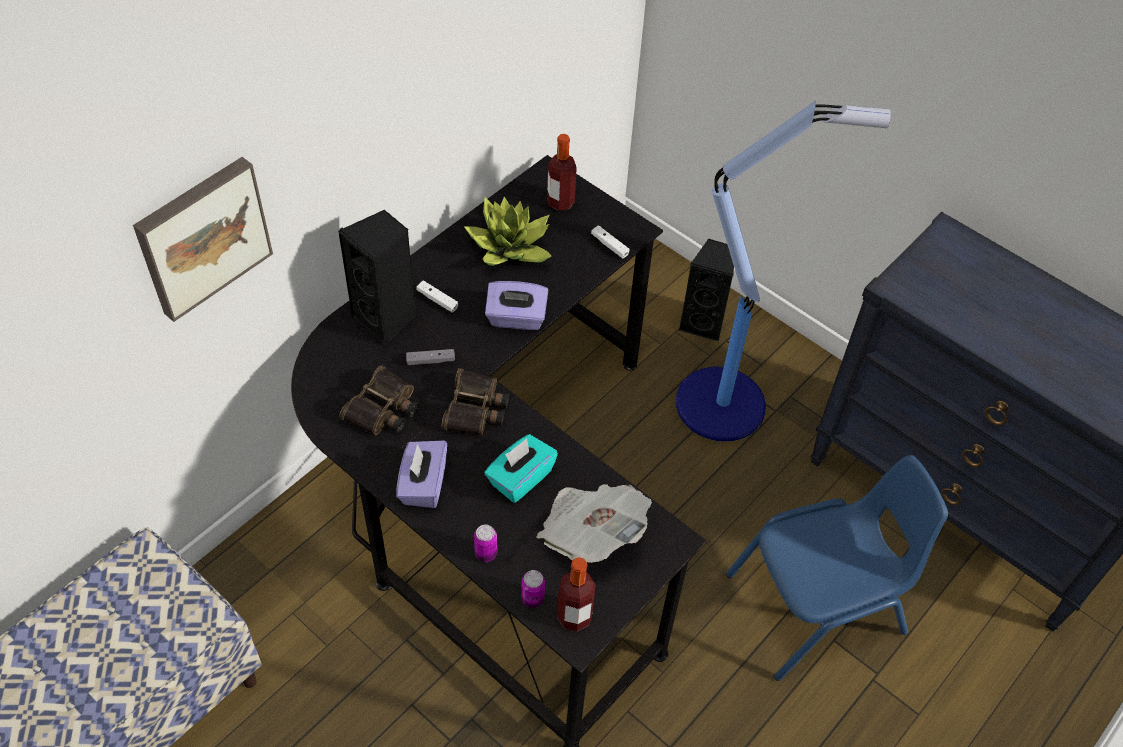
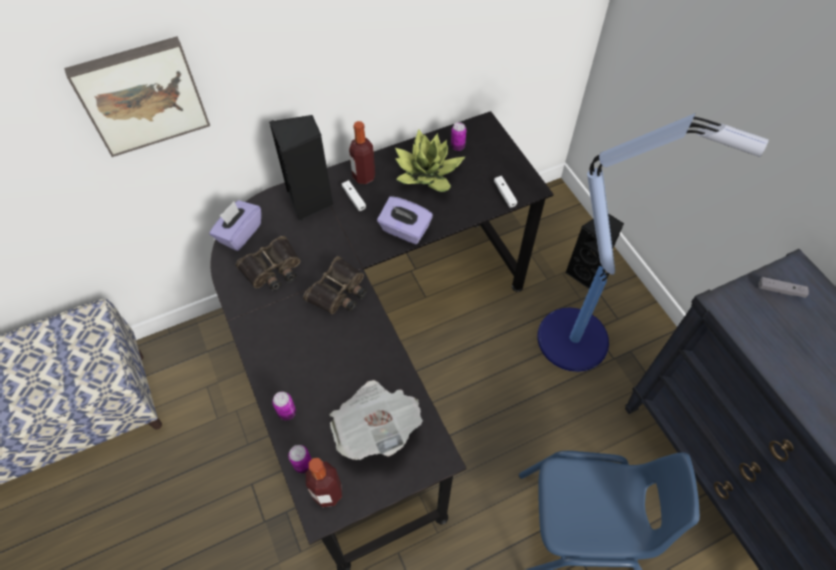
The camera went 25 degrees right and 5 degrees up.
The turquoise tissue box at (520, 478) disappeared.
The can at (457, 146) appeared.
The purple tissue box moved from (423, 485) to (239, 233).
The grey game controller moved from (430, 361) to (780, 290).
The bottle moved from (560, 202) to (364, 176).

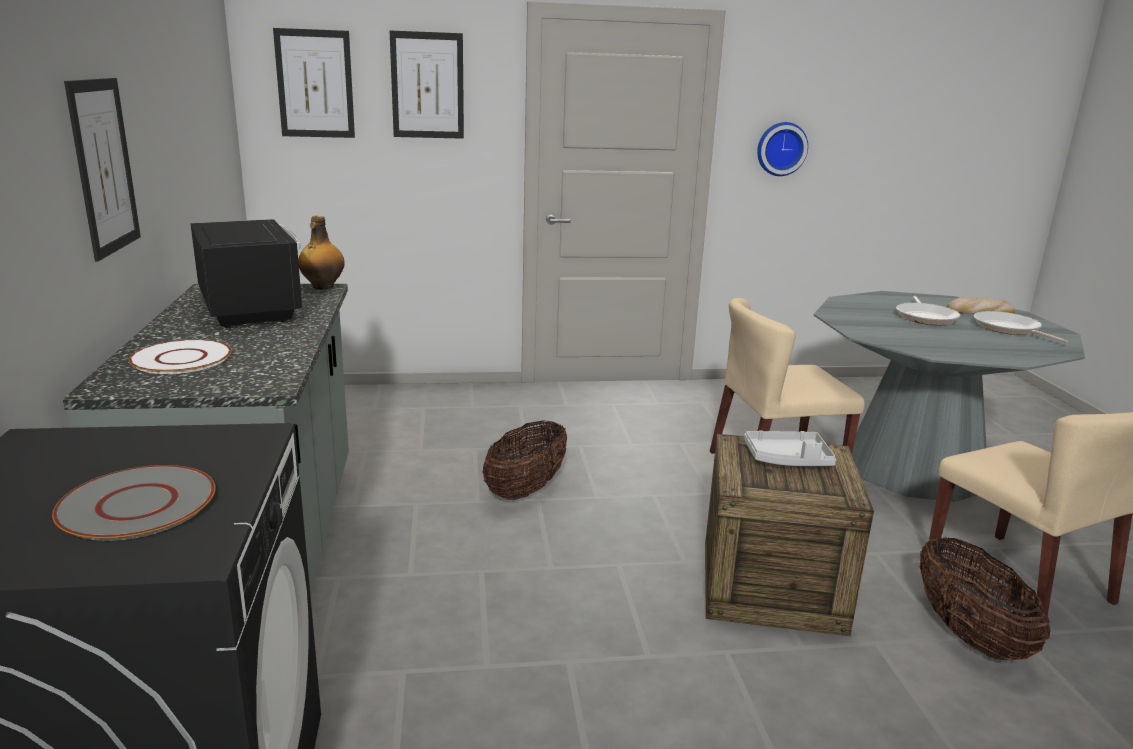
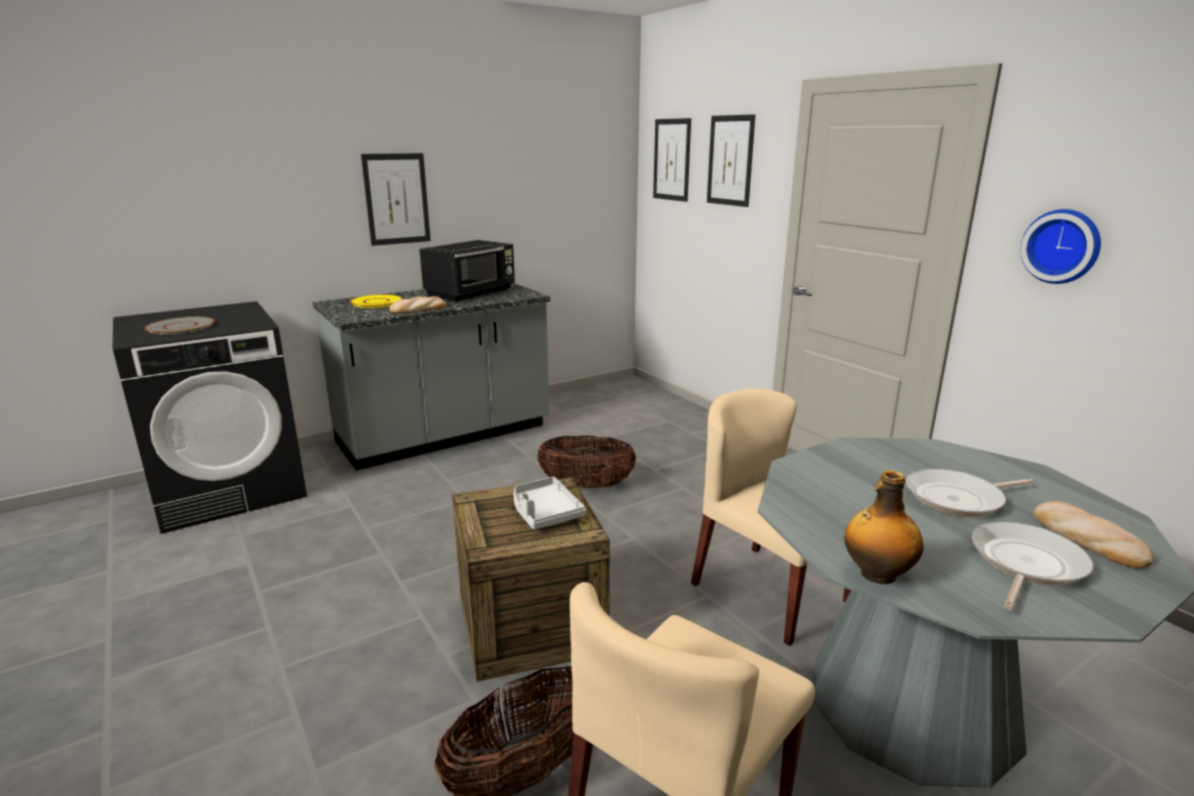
The camera went 65 degrees right and 0 degrees up.
The bread at (418, 309) appeared.
The bottle moved from (322, 287) to (876, 575).
The white plate at (181, 358) became the yellow plate at (376, 302).

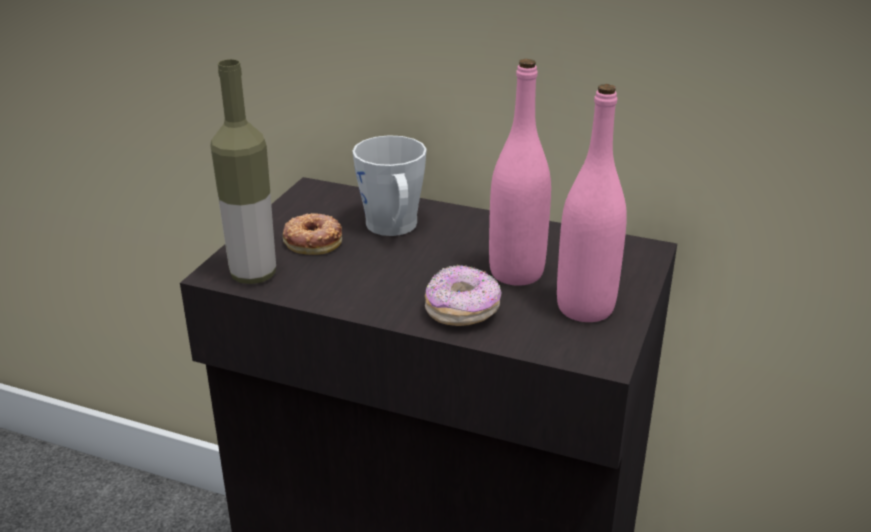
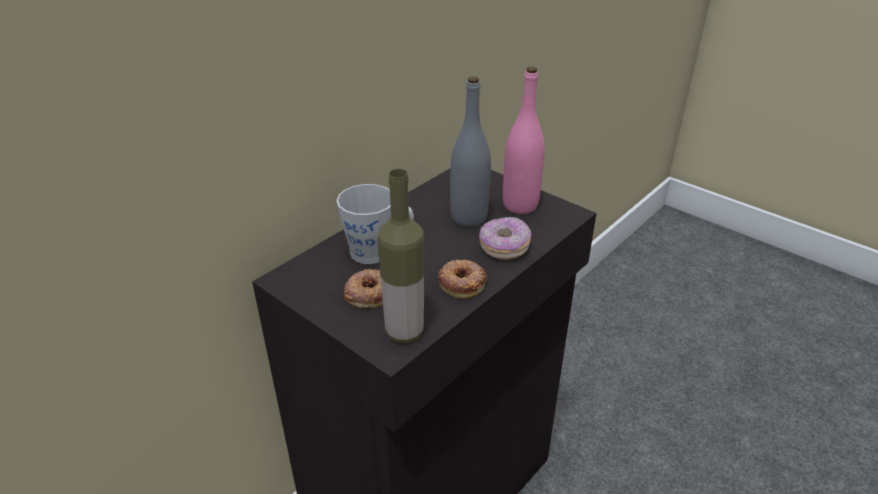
The camera went 70 degrees left and 5 degrees up.
The donut at (462, 282) appeared.
The pink bottle at (516, 273) became the grey bottle at (469, 218).

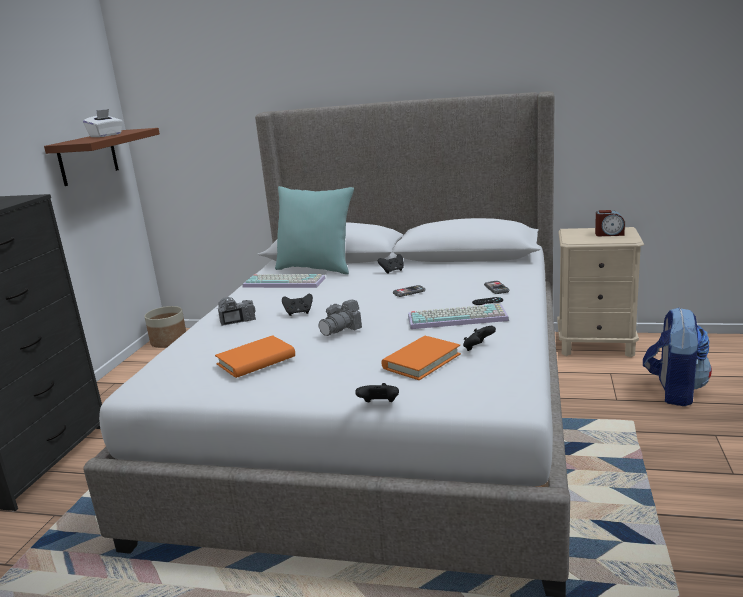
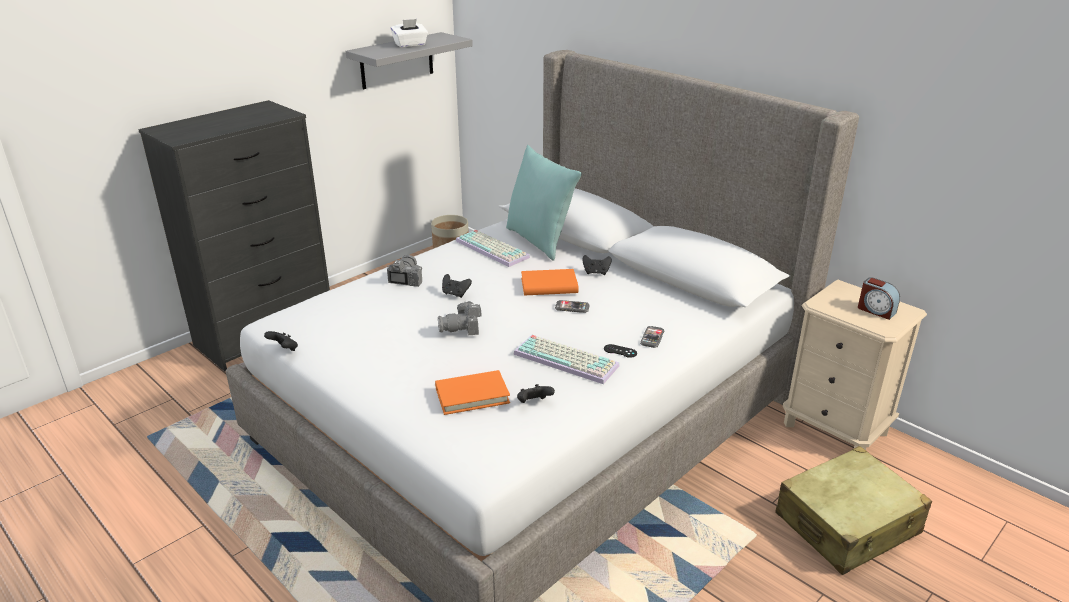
The camera went 30 degrees right and 10 degrees up.
The orange book moved from (256, 360) to (549, 286).
The black game controller moved from (379, 405) to (284, 349).
The backpack at (674, 391) was replaced by the beige suitcase at (847, 524).
The brown shelf at (88, 157) became the grey shelf at (397, 61).

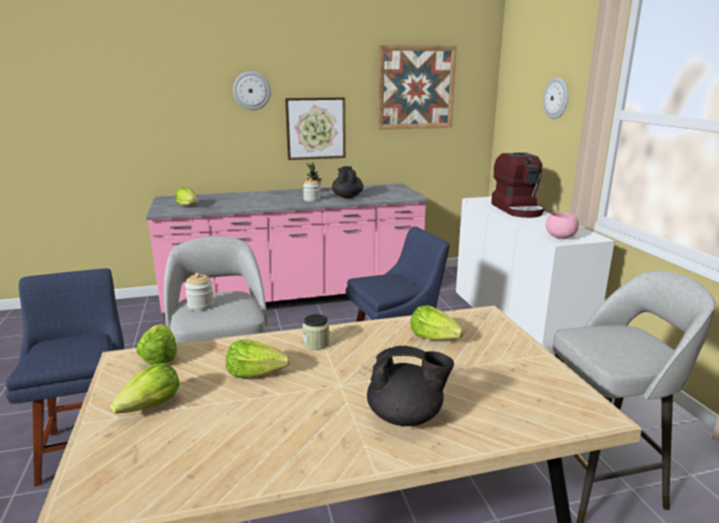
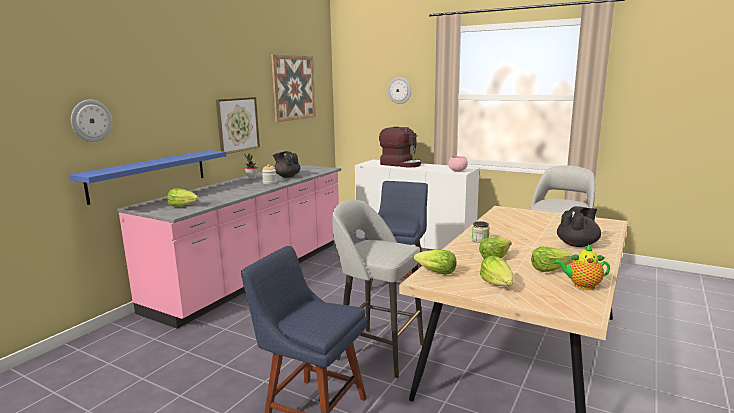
The camera went 45 degrees left and 5 degrees down.
The jar at (201, 305) disappeared.
The blue shelf at (149, 175) appeared.
The teapot at (581, 285) appeared.
The wall clock moved from (251, 90) to (91, 120).
The lettuce moved from (435, 337) to (549, 269).

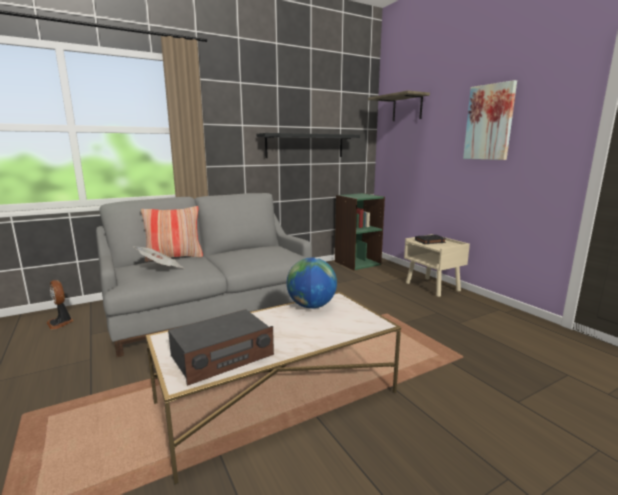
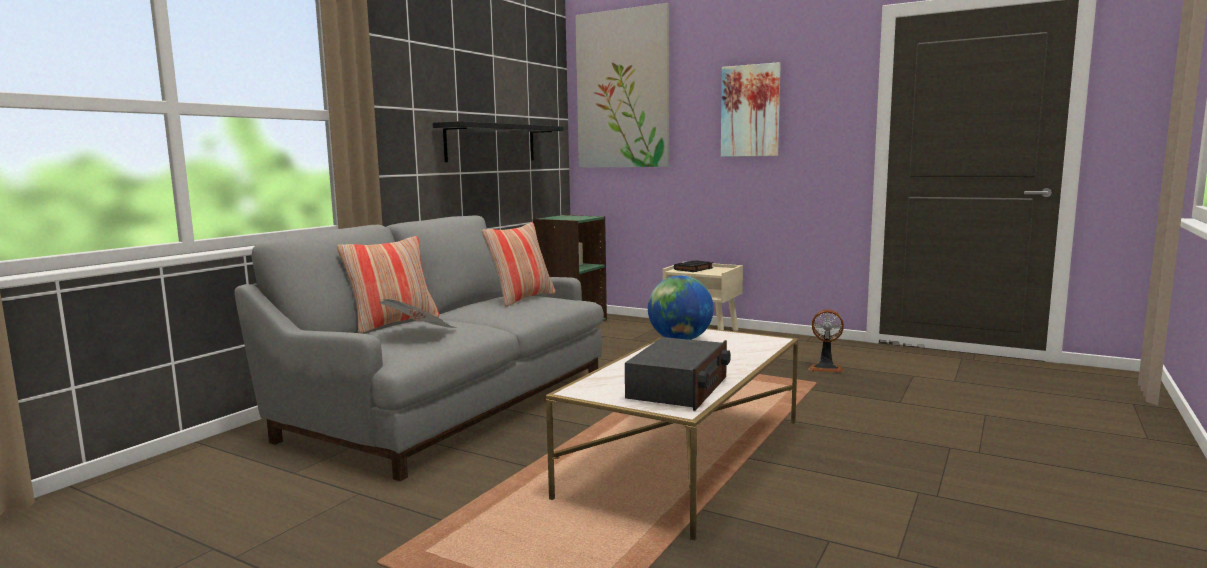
The camera went 30 degrees left and 5 degrees down.
The pillow at (522, 299) appeared.
The fan moved from (61, 323) to (826, 368).
The shelf at (407, 108) was replaced by the picture at (622, 90).

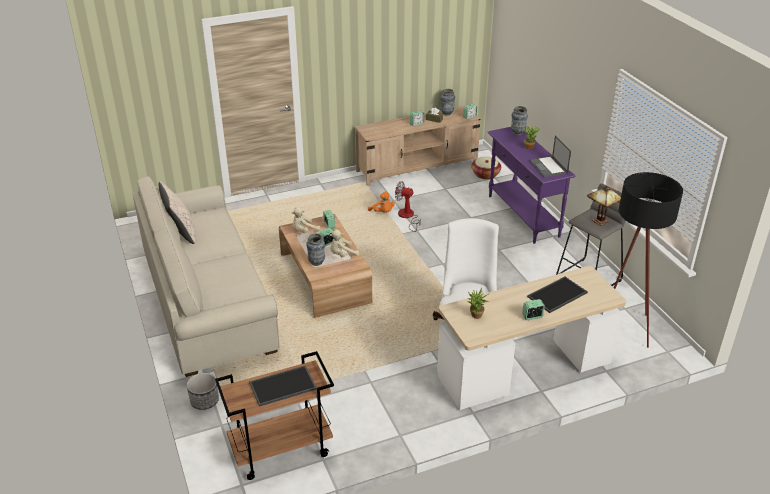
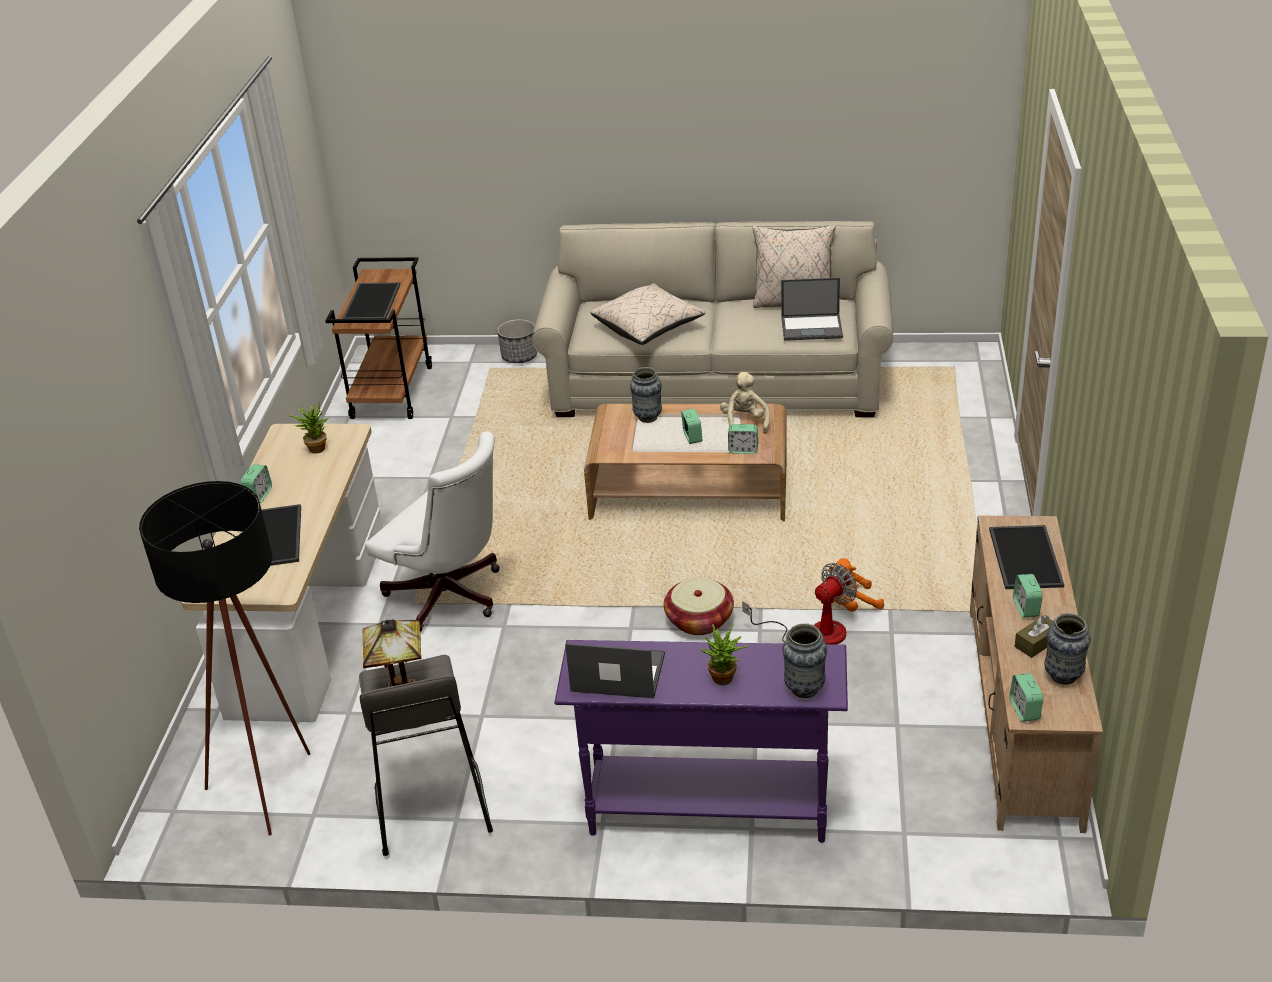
The camera went 120 degrees right and 0 degrees up.
The beige plush toy at (342, 254) disappeared.
The beige pillow at (648, 328) appeared.
The laptop at (812, 327) appeared.
The tray at (1023, 557) appeared.
The basket moved from (485, 174) to (699, 620).

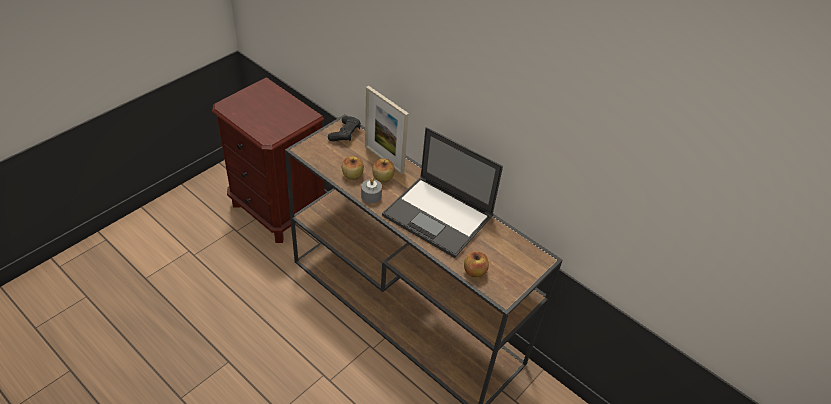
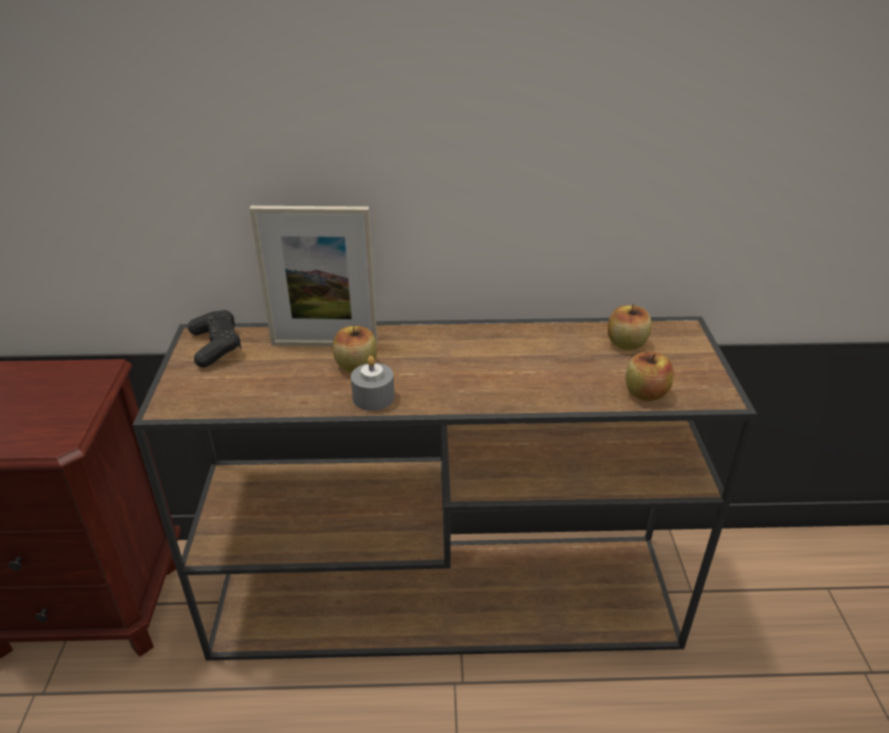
The camera went 40 degrees left and 10 degrees down.
The laptop at (439, 216) disappeared.
The apple moved from (352, 175) to (626, 344).

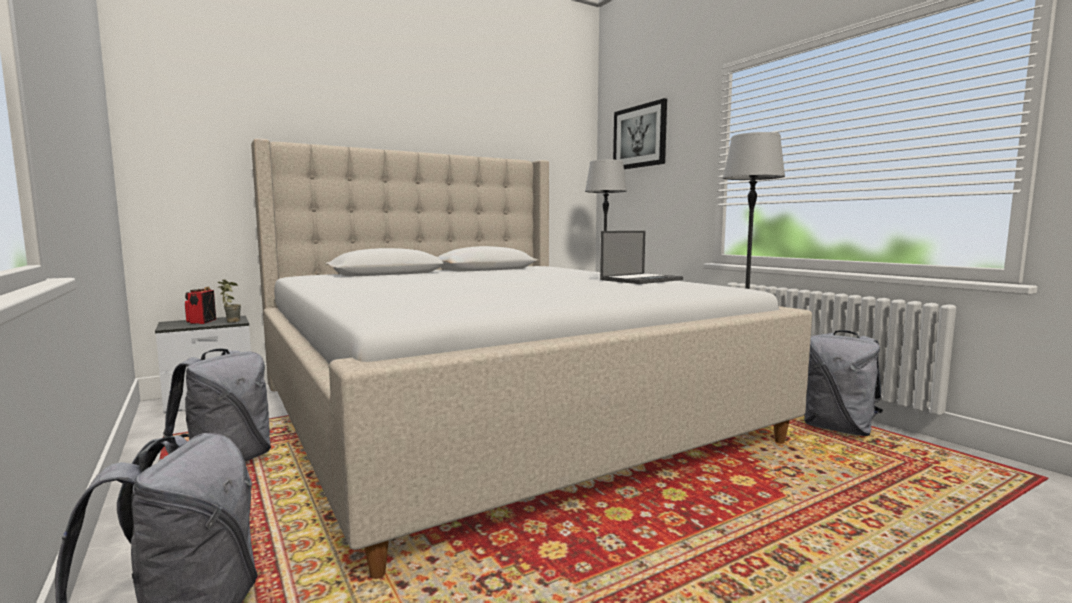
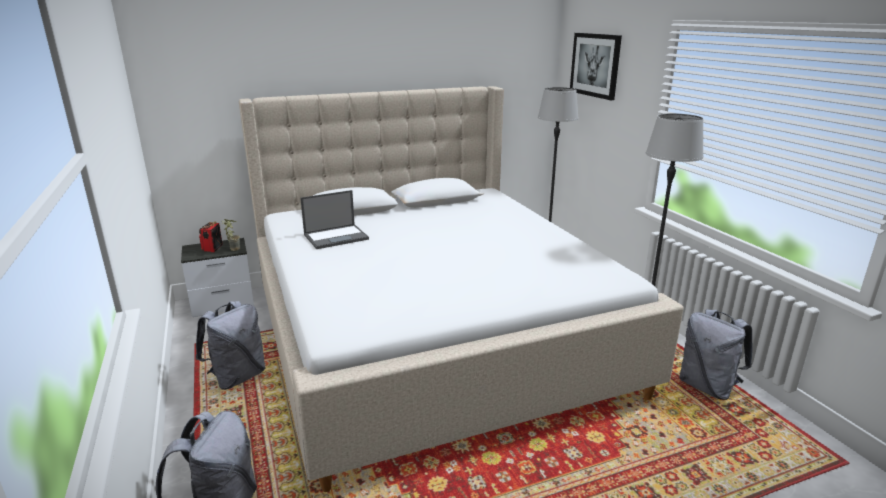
The camera went 10 degrees right and 15 degrees up.
The laptop moved from (641, 280) to (337, 237).

